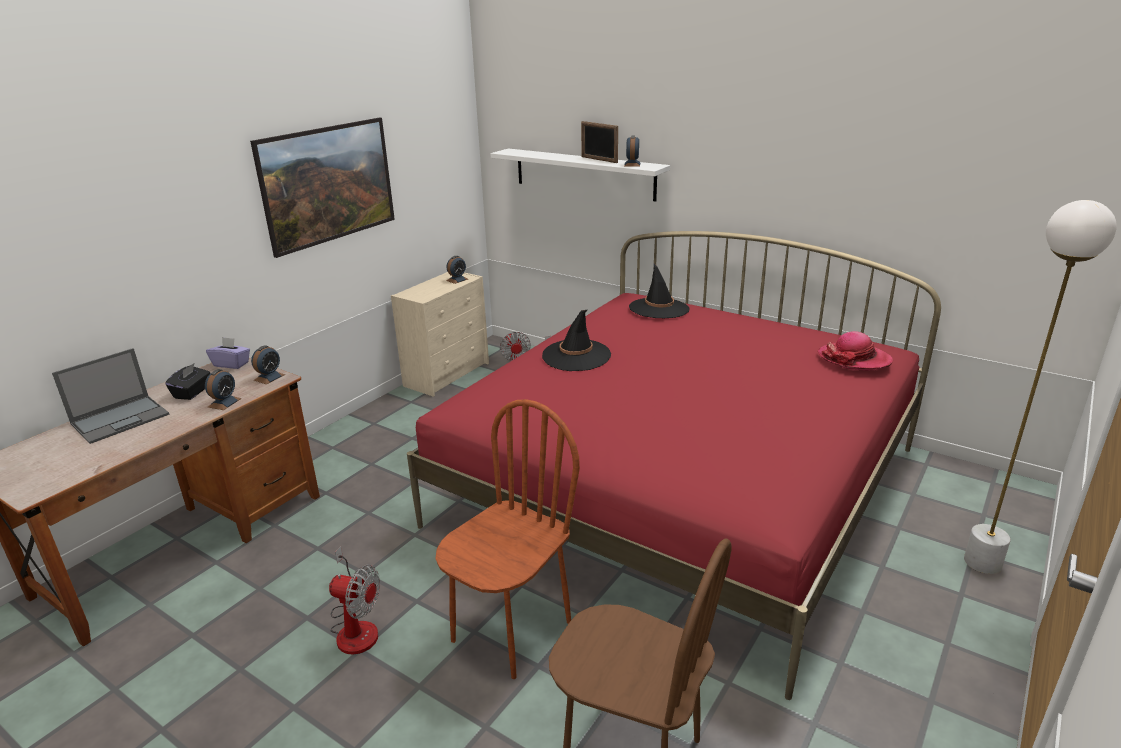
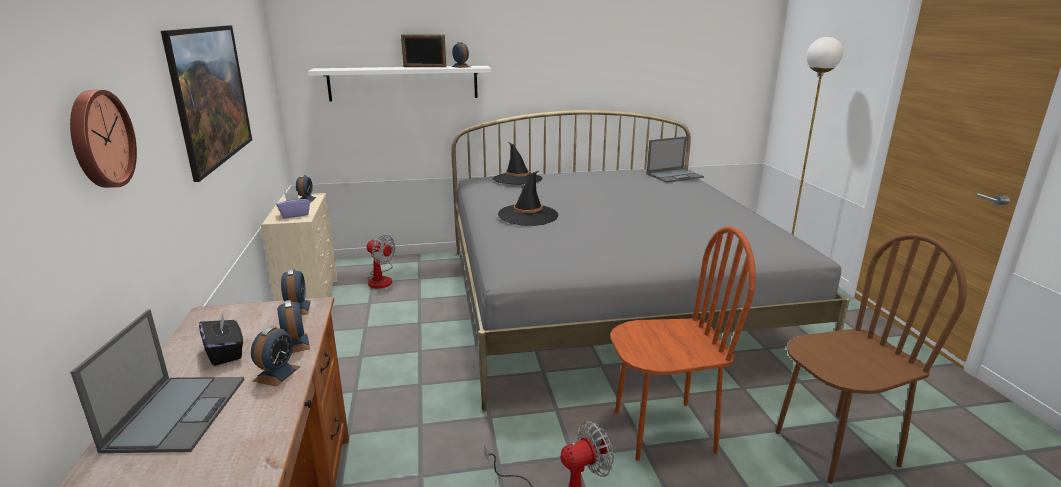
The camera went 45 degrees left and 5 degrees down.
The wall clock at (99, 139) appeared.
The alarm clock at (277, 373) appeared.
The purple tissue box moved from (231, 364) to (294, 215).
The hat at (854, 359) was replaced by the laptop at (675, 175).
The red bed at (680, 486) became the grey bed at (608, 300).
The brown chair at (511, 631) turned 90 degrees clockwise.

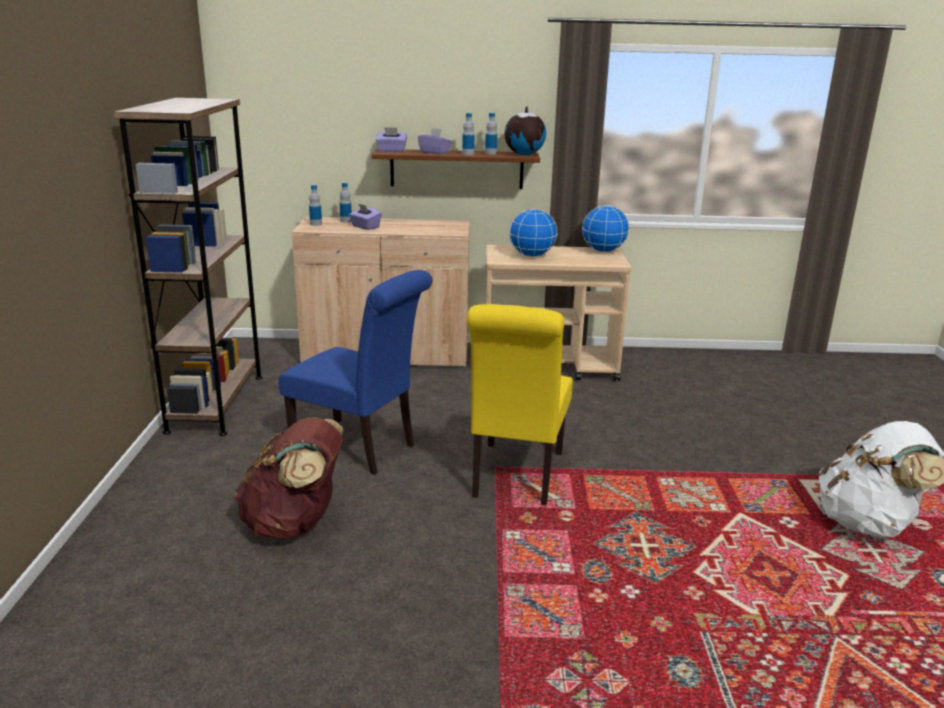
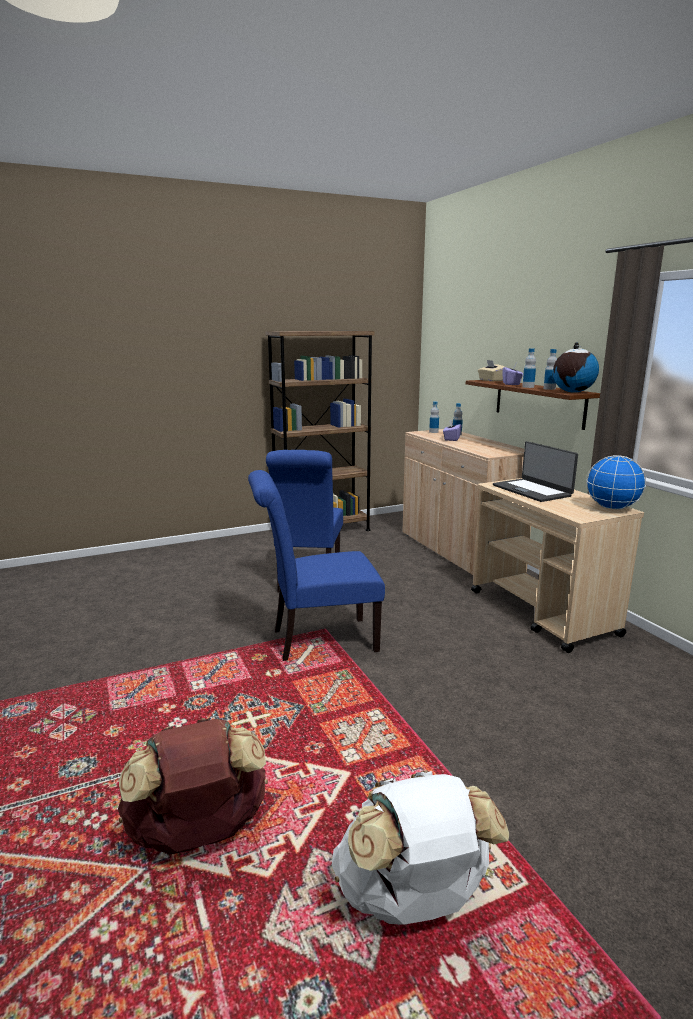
The camera went 65 degrees right and 5 degrees down.
The brown backpack moved from (295, 524) to (199, 834).
The globe at (532, 256) was replaced by the laptop at (532, 490).
The purple tissue box at (391, 151) became the beige tissue box at (490, 380).
The yellow chair at (516, 477) became the blue chair at (317, 640).

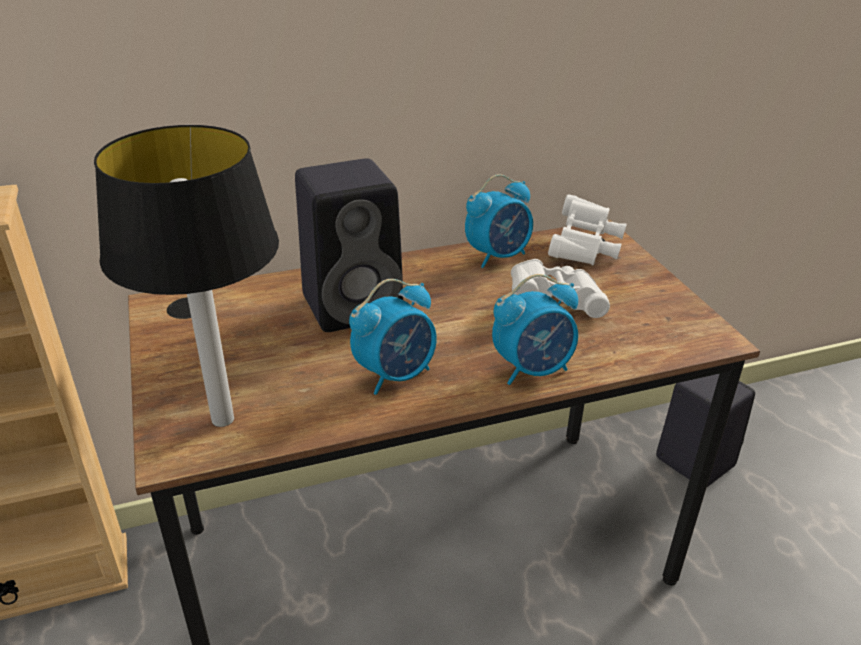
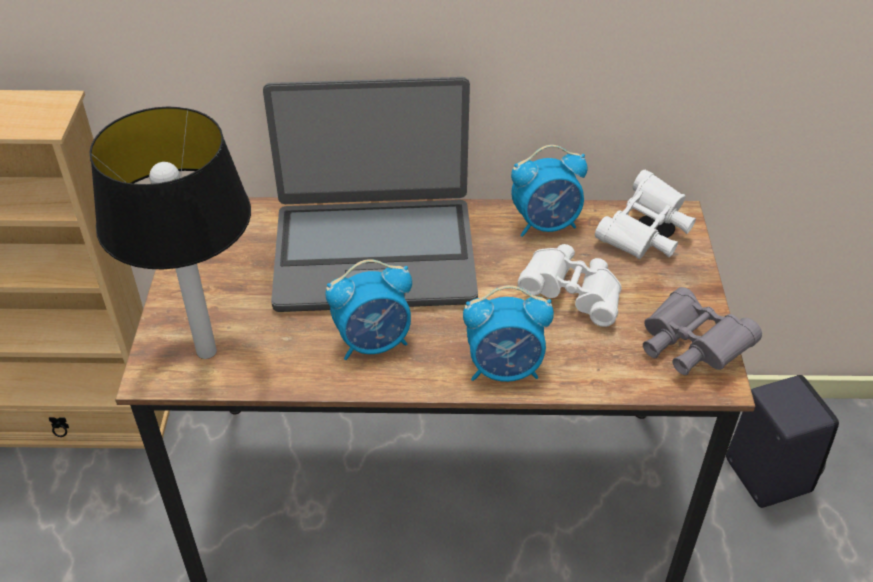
The camera went 20 degrees right and 10 degrees up.
The grey binoculars at (689, 348) appeared.
The black speaker at (355, 305) was replaced by the laptop at (374, 254).

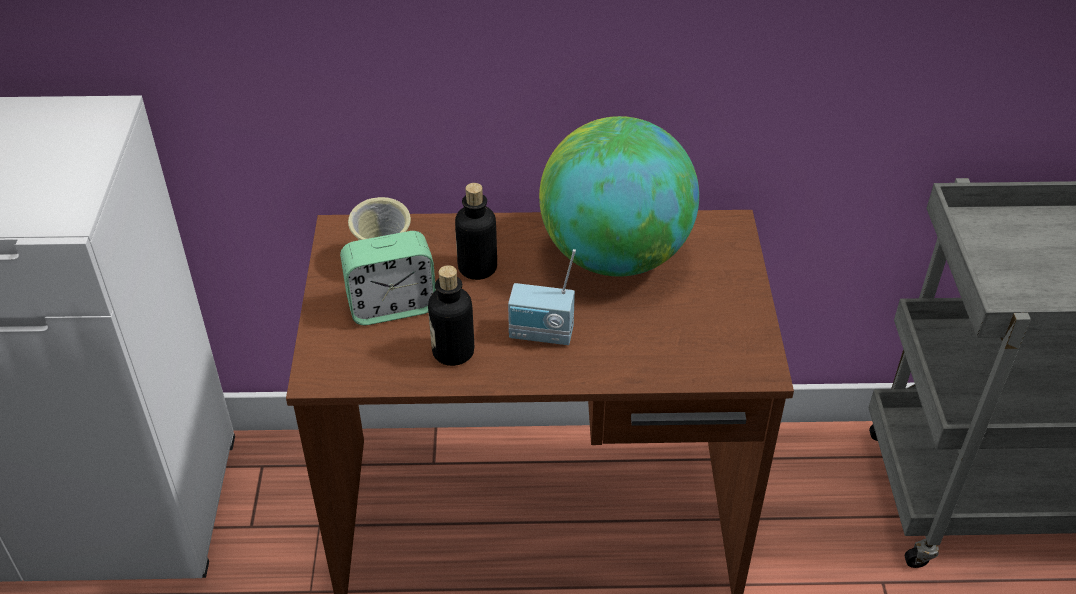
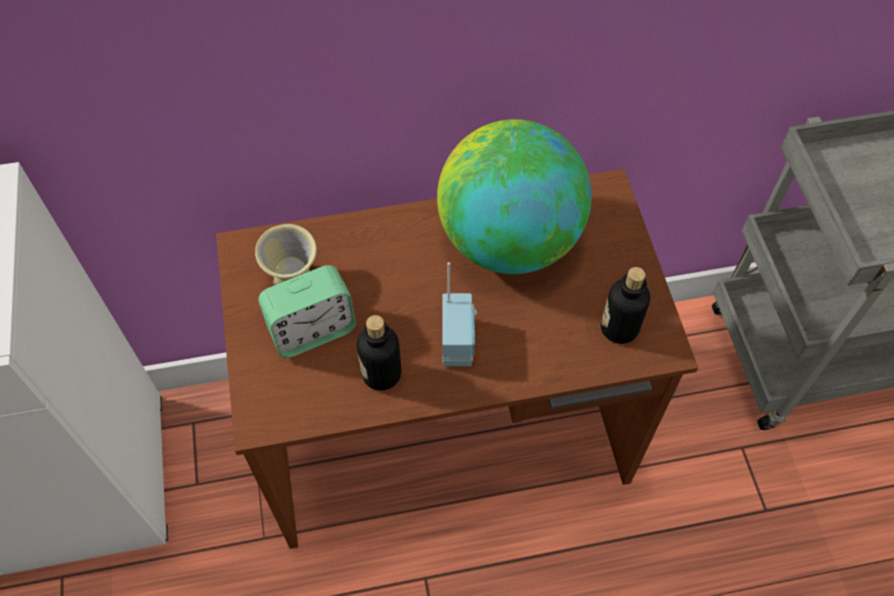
The camera went 10 degrees left and 15 degrees up.
The bottle moved from (477, 268) to (619, 328).
The radio at (541, 335) turned 90 degrees counterclockwise.

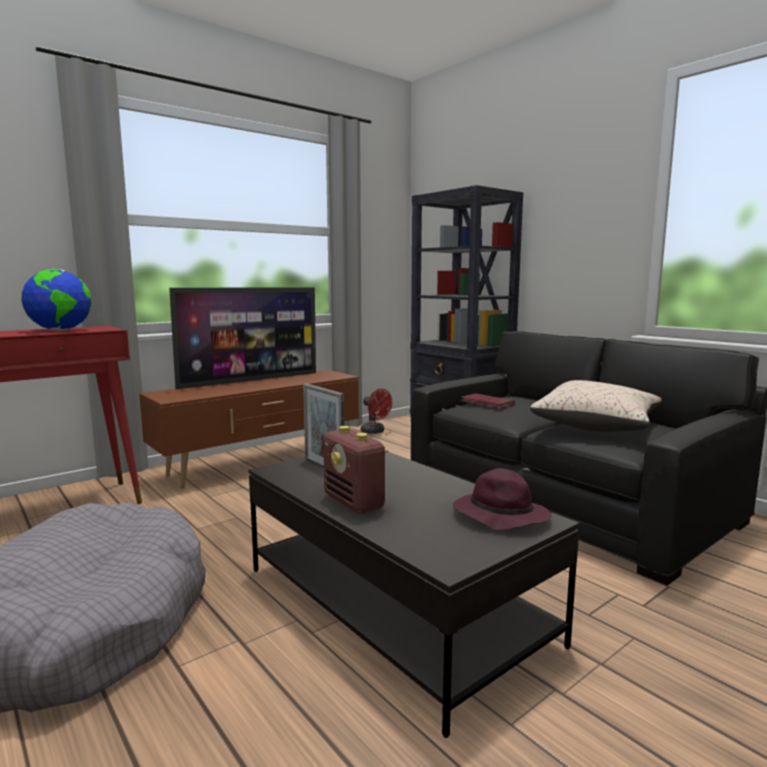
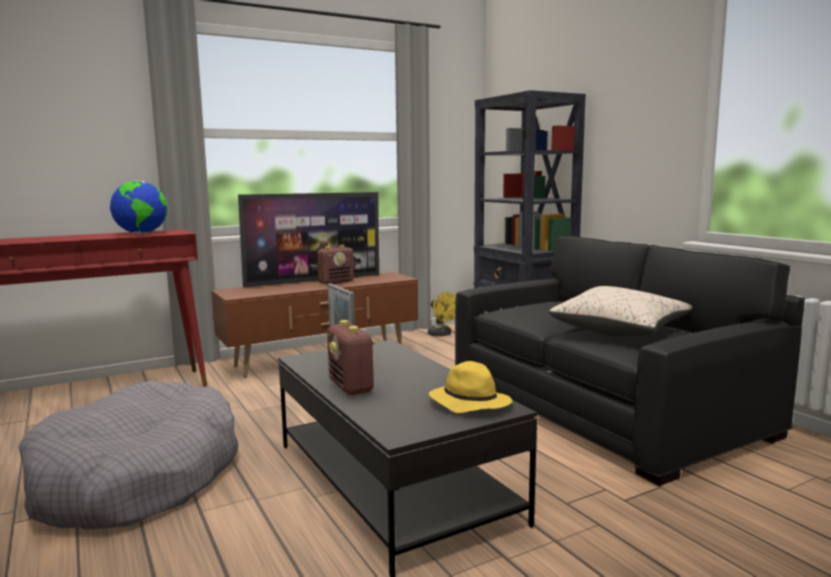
The camera went 10 degrees right and 0 degrees up.
The red book at (487, 404) disappeared.
The radio at (336, 282) appeared.
The red fan at (375, 432) became the yellow fan at (442, 334).
The purple hat at (499, 515) became the yellow hat at (468, 403).

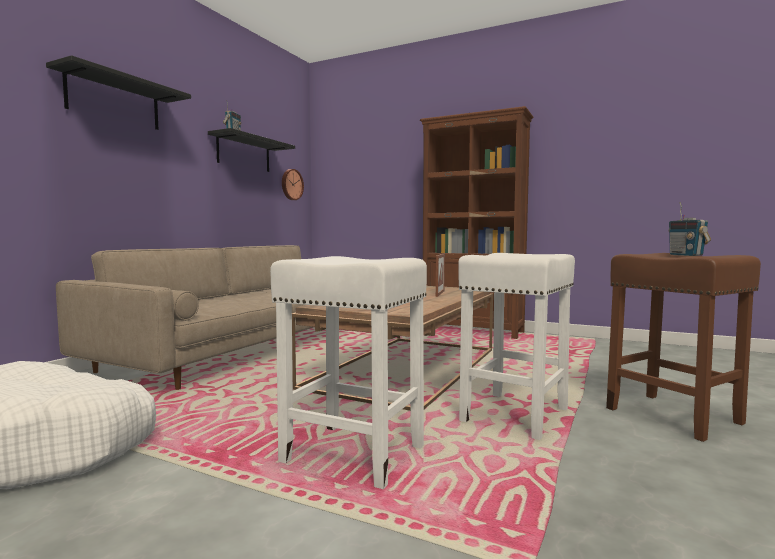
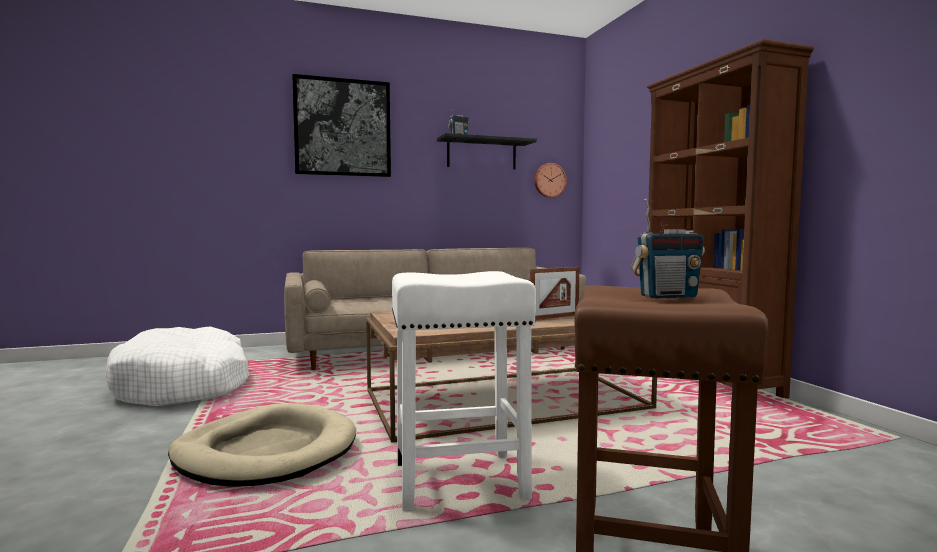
The camera went 45 degrees right and 0 degrees up.
The black shelf at (114, 101) was replaced by the picture at (343, 127).
The white stool at (351, 454) was replaced by the beige dog bed at (266, 452).
The radio at (686, 255) turned 135 degrees counterclockwise.

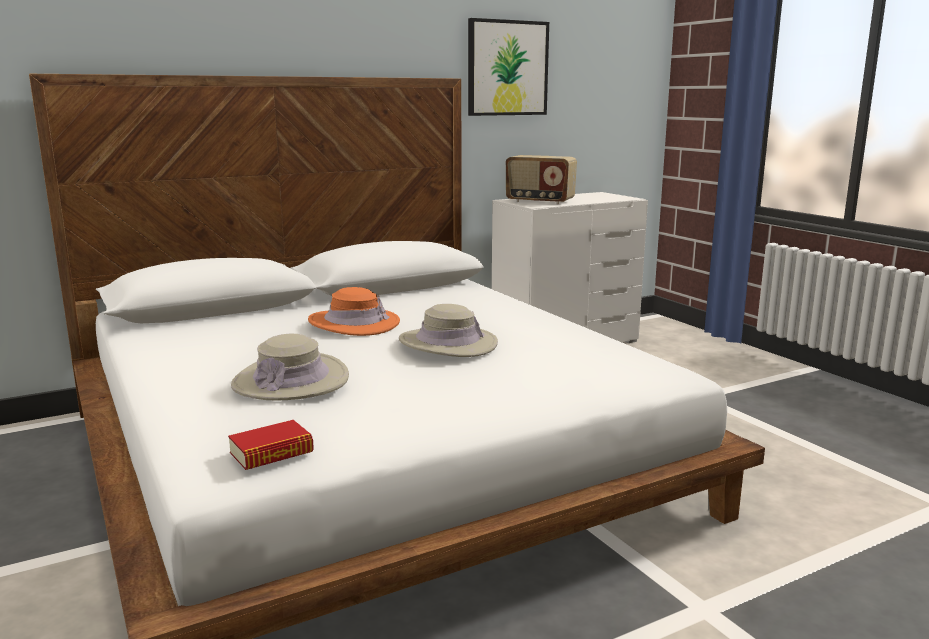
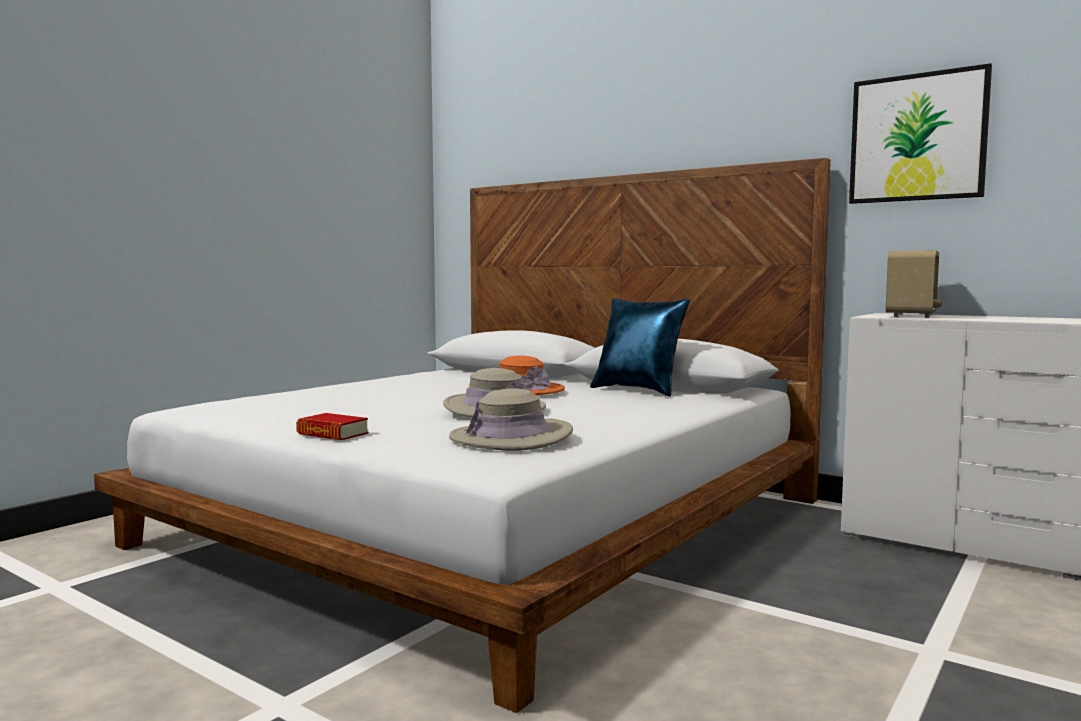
The camera went 65 degrees right and 10 degrees down.
The blue pillow at (639, 391) appeared.
The book moved from (271, 453) to (332, 434).
The beige hat moved from (291, 380) to (511, 437).
The radio at (539, 201) turned 150 degrees counterclockwise.

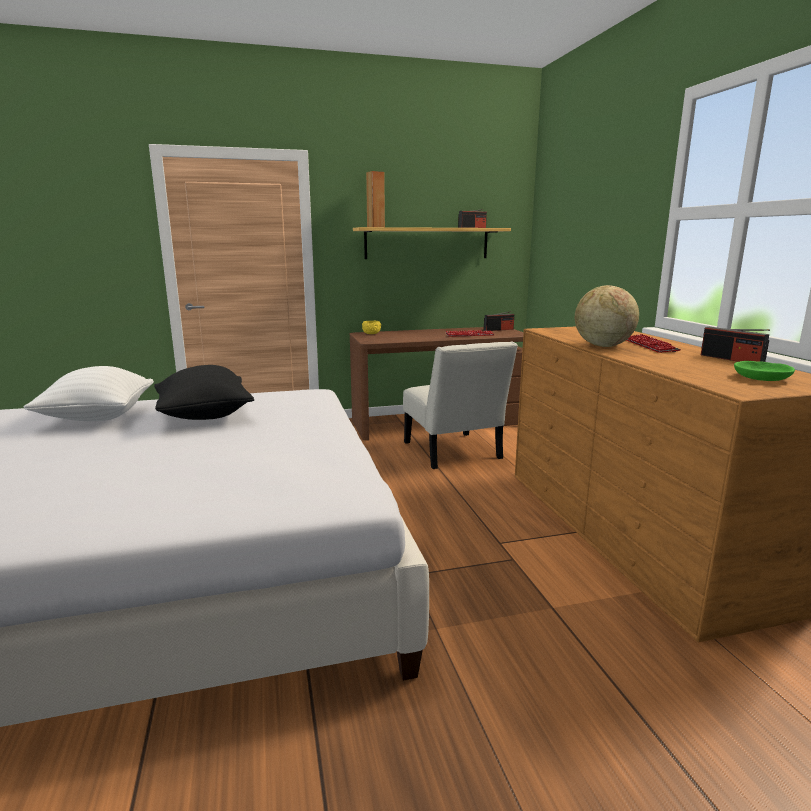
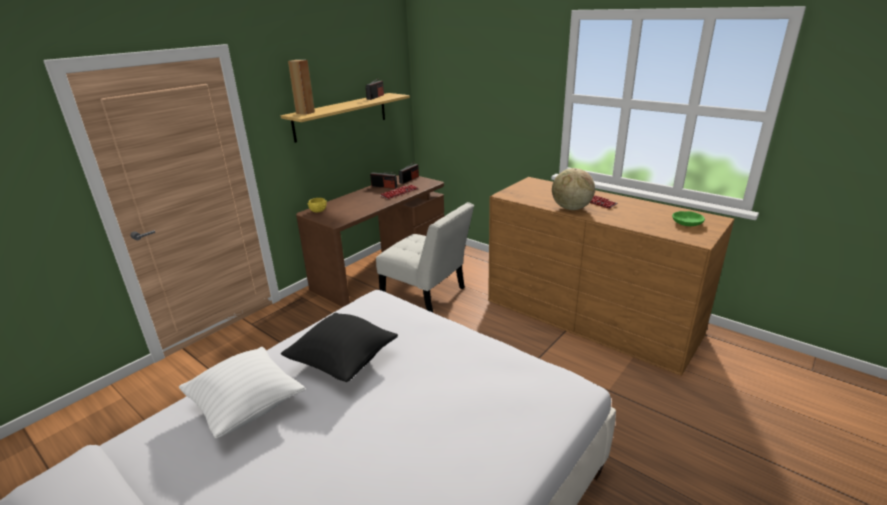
The camera went 35 degrees left and 10 degrees up.
The radio moved from (731, 359) to (384, 186).

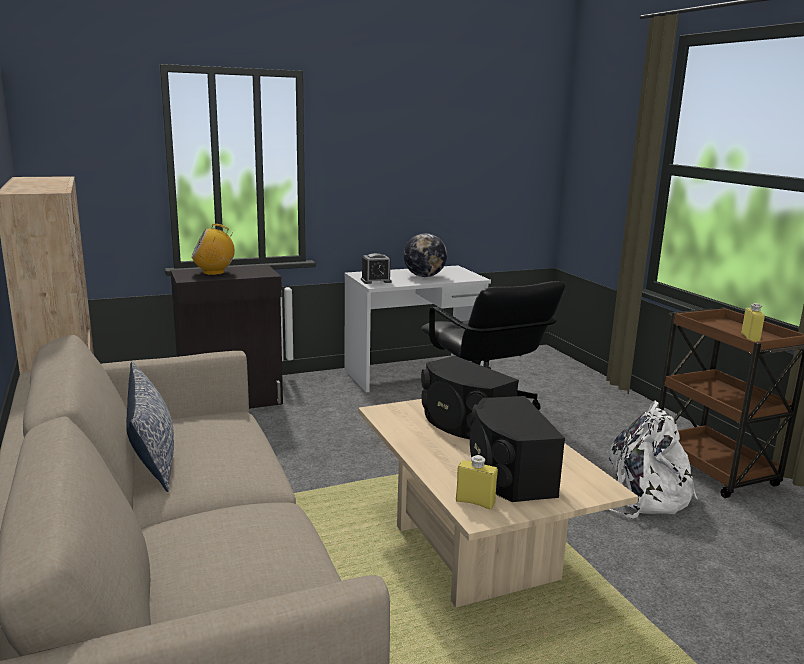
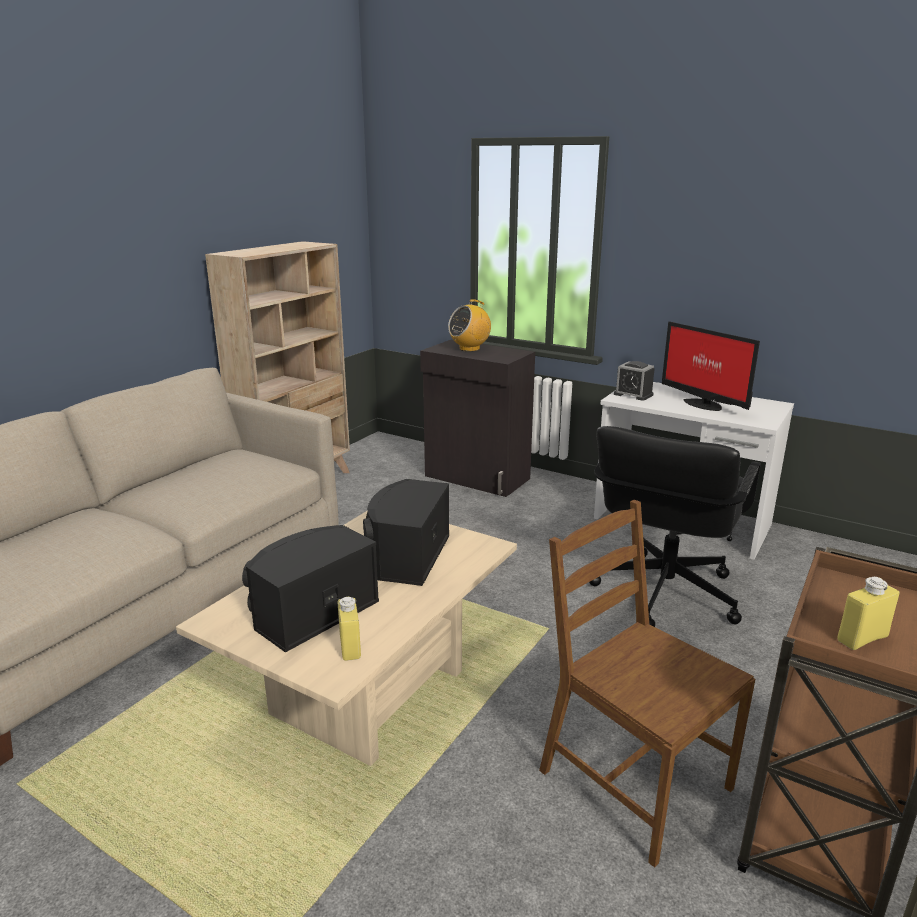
The camera went 55 degrees right and 5 degrees up.
The pillow at (152, 453) disappeared.
The yellow bottle moved from (475, 502) to (350, 647).
The globe at (424, 276) was replaced by the monitor at (703, 404).
The white backpack at (643, 496) was replaced by the brown chair at (632, 780).
The radio at (214, 273) turned 75 degrees counterclockwise.

